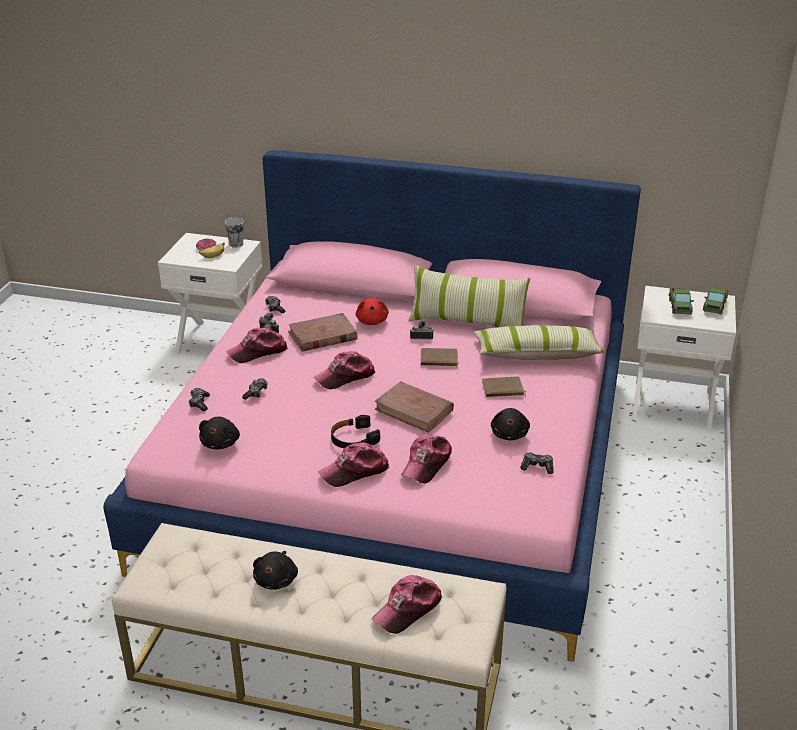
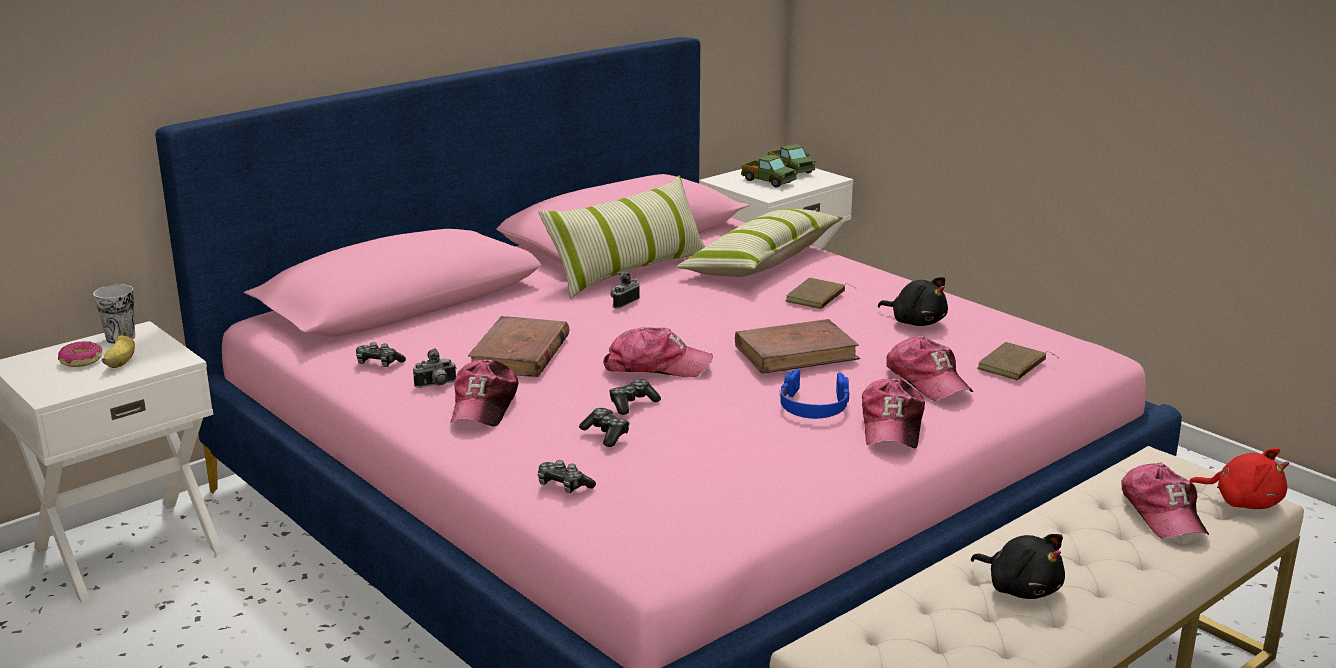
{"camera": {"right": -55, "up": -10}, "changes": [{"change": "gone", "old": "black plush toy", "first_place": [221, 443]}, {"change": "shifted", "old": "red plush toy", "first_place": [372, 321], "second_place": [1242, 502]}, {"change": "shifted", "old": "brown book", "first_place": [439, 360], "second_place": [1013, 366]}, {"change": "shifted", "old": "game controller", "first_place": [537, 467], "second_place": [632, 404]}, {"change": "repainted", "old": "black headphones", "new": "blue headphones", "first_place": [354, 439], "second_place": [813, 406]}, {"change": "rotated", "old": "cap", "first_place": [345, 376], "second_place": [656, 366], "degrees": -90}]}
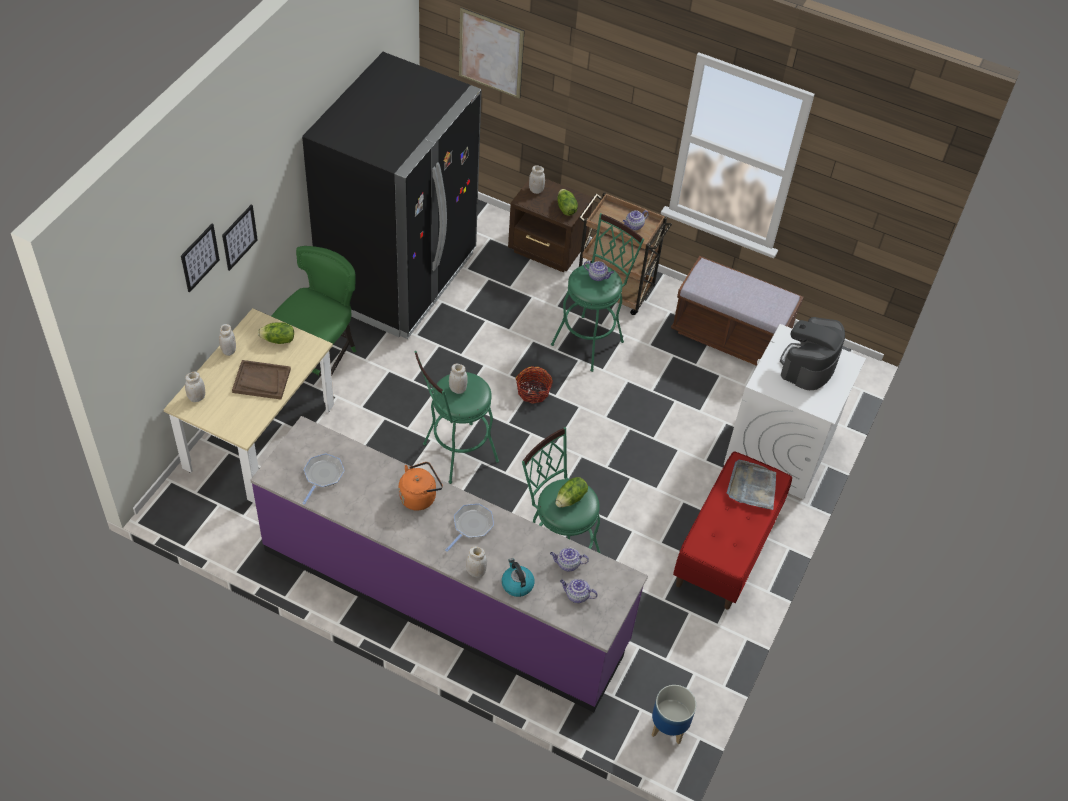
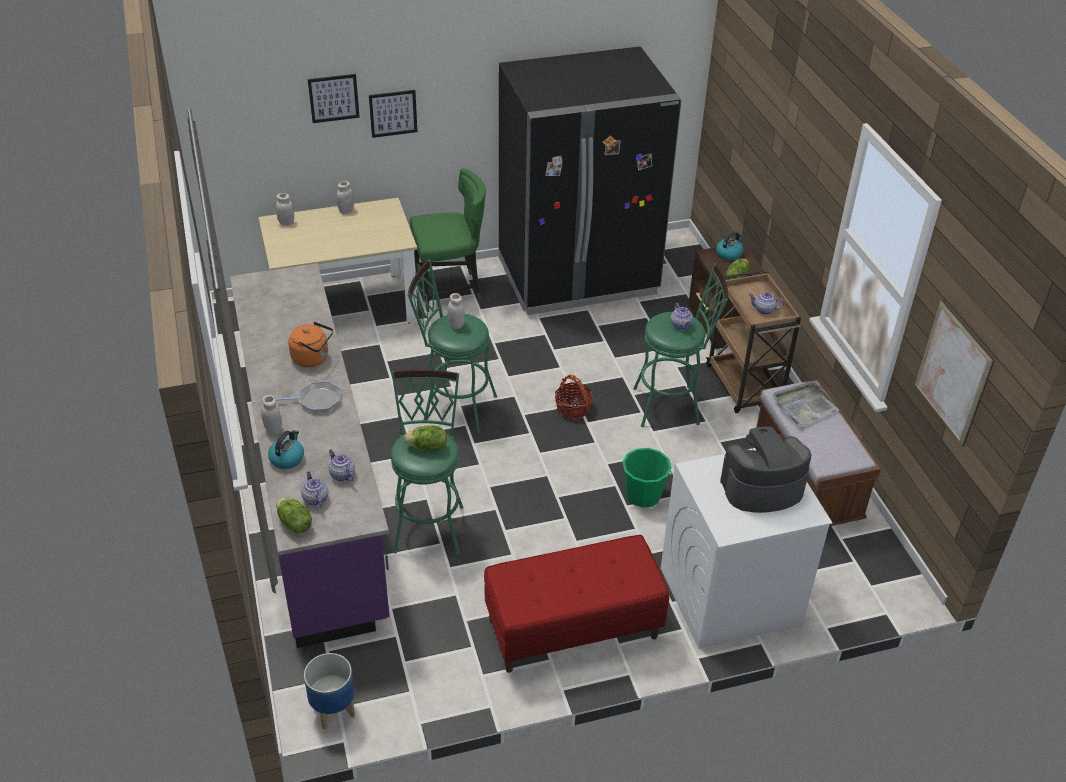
{"camera": {"right": 50, "up": -10}, "changes": [{"change": "gone", "old": "brown tray", "first_place": [261, 381]}, {"change": "gone", "old": "frying pan", "first_place": [323, 475]}, {"change": "new", "new": "green bucket", "second_place": [643, 495]}, {"change": "shifted", "old": "lettuce", "first_place": [278, 340], "second_place": [294, 524]}, {"change": "shifted", "old": "picture", "first_place": [491, 53], "second_place": [953, 373]}, {"change": "shifted", "old": "grey tray", "first_place": [752, 487], "second_place": [804, 406]}, {"change": "swapped", "old": "white jar", "new": "kettle", "first_place": [536, 190], "second_place": [729, 254]}]}
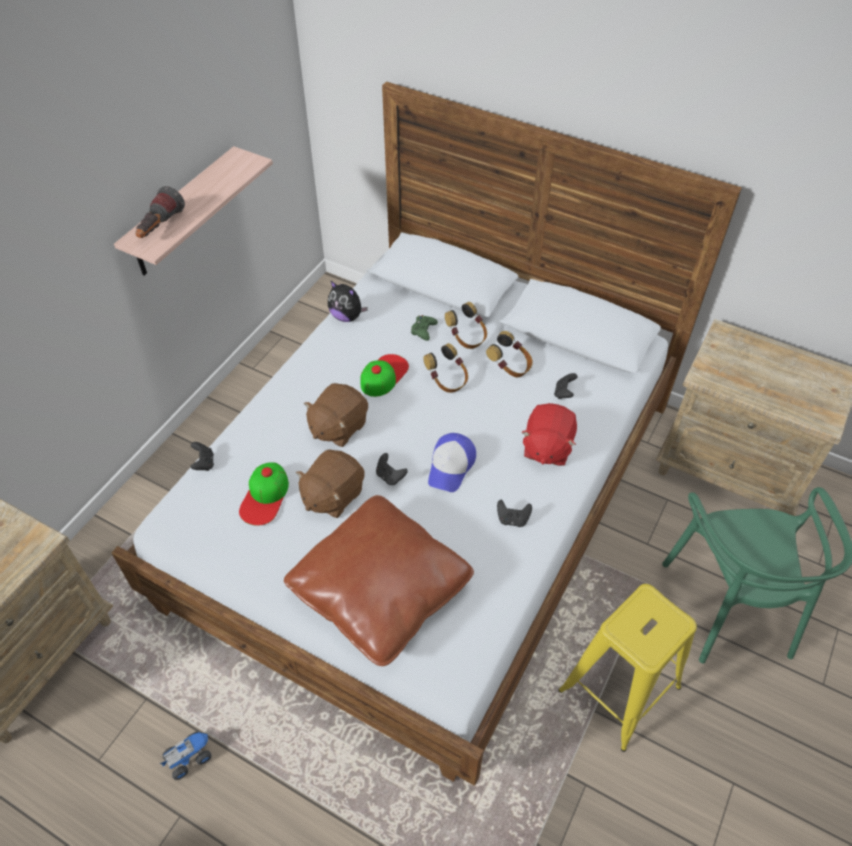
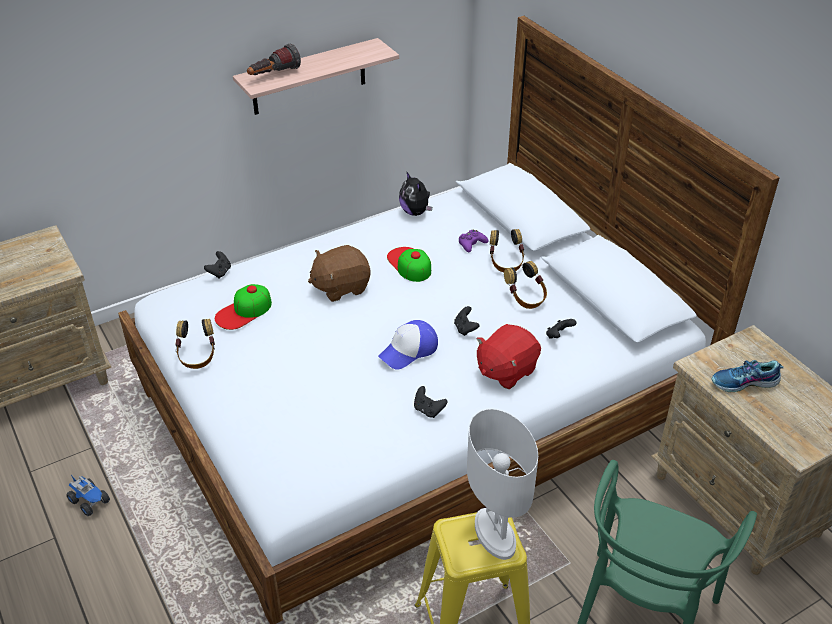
{"camera": {"right": 30, "up": -10}, "changes": [{"change": "gone", "old": "brown pillow", "first_place": [380, 589]}, {"change": "gone", "old": "brown plush toy", "first_place": [332, 495]}, {"change": "new", "new": "white table lamp", "second_place": [495, 534]}, {"change": "new", "new": "shoe", "second_place": [744, 383]}, {"change": "shifted", "old": "black game controller", "first_place": [390, 476], "second_place": [465, 329]}, {"change": "shifted", "old": "headphones", "first_place": [447, 380], "second_place": [197, 356]}, {"change": "repainted", "old": "green game controller", "new": "purple game controller", "first_place": [423, 330], "second_place": [471, 244]}, {"change": "rotated", "old": "toy truck", "first_place": [189, 757], "second_place": [90, 501], "degrees": 45}, {"change": "rotated", "old": "cap", "first_place": [383, 375], "second_place": [409, 264], "degrees": -90}]}
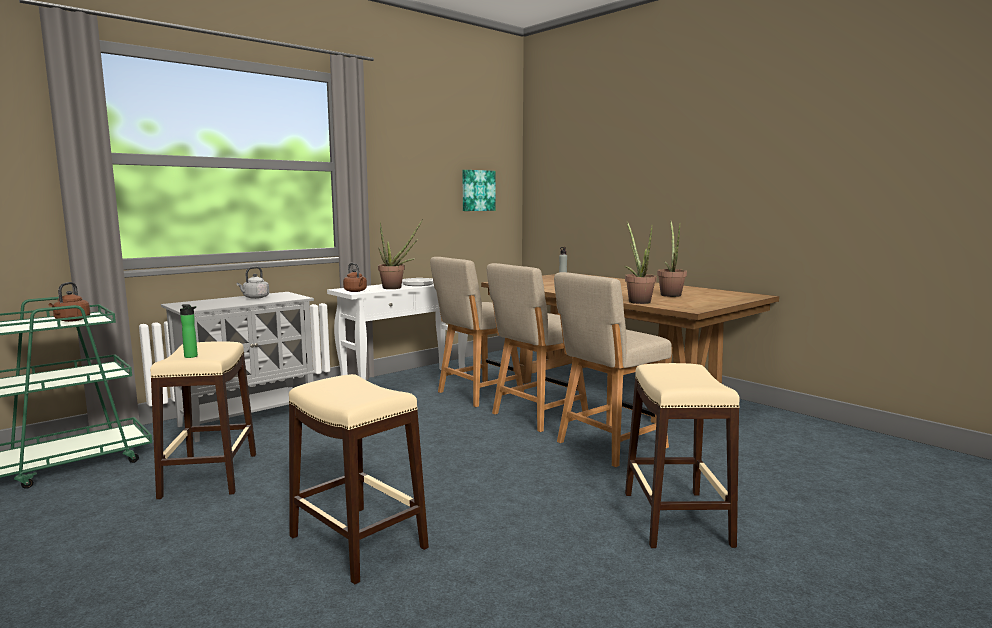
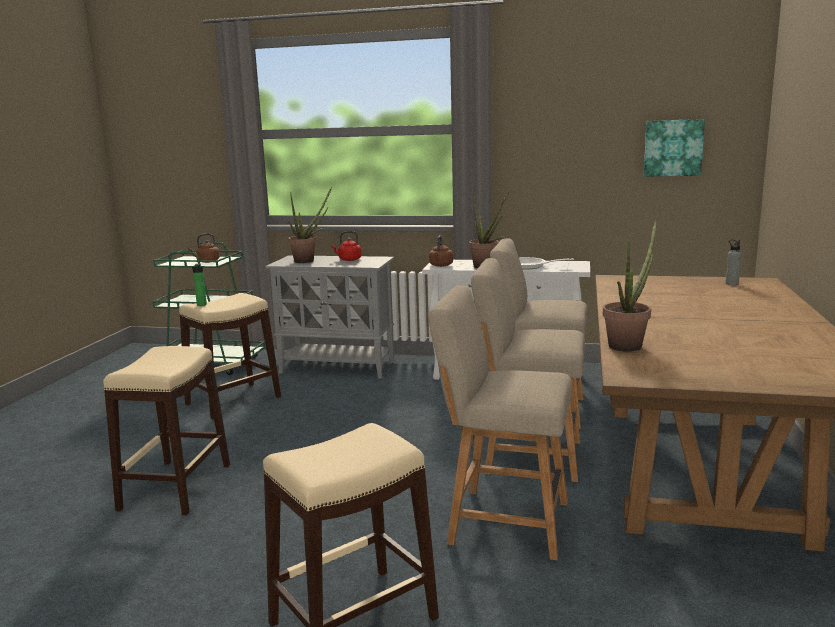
{"camera": {"right": 55, "up": 5}, "changes": [{"change": "shifted", "old": "potted plant", "first_place": [670, 294], "second_place": [308, 260]}, {"change": "repainted", "old": "grey kettle", "new": "red kettle", "first_place": [255, 297], "second_place": [348, 260]}]}
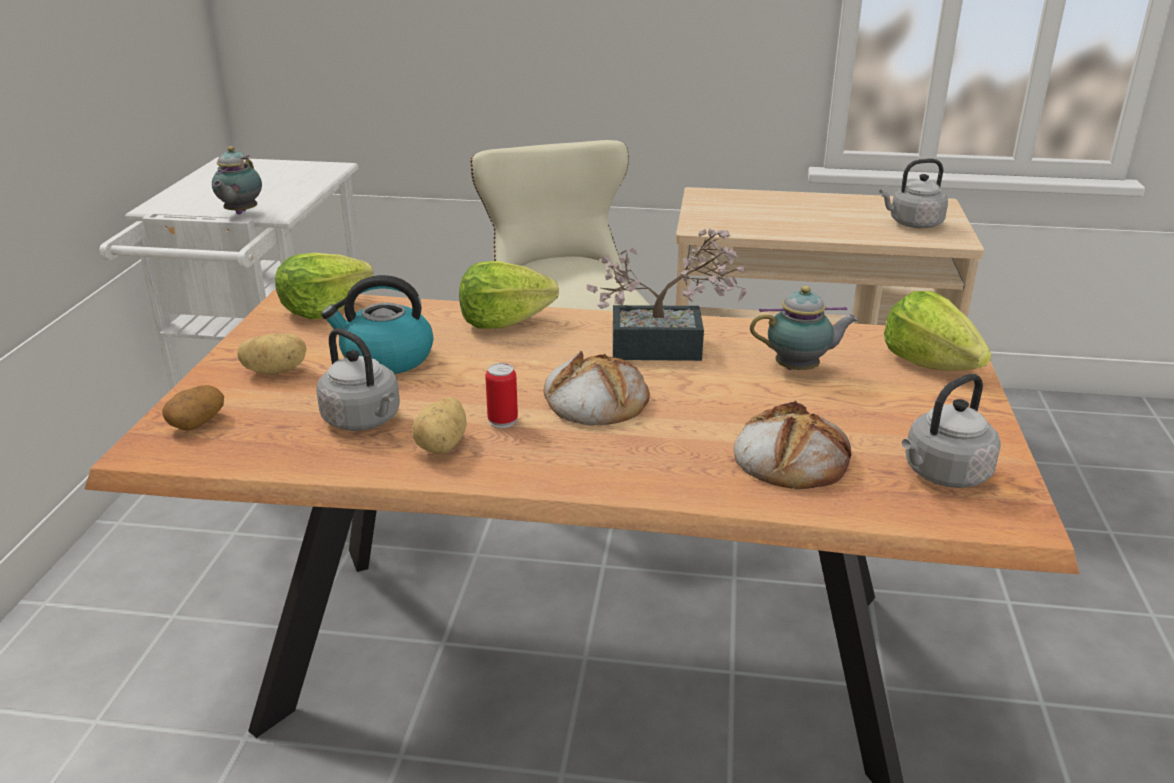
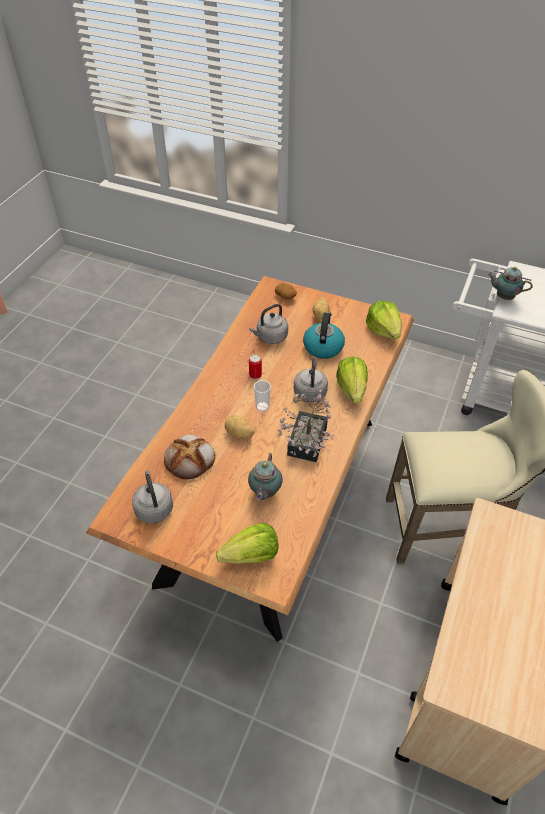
{"camera": {"right": 105, "up": 20}, "changes": [{"change": "shifted", "old": "potato", "first_place": [443, 445], "second_place": [239, 434]}, {"change": "shifted", "old": "grey kettle", "first_place": [913, 224], "second_place": [310, 391]}, {"change": "swapped", "old": "bread", "new": "cup", "first_place": [594, 399], "second_place": [262, 407]}]}
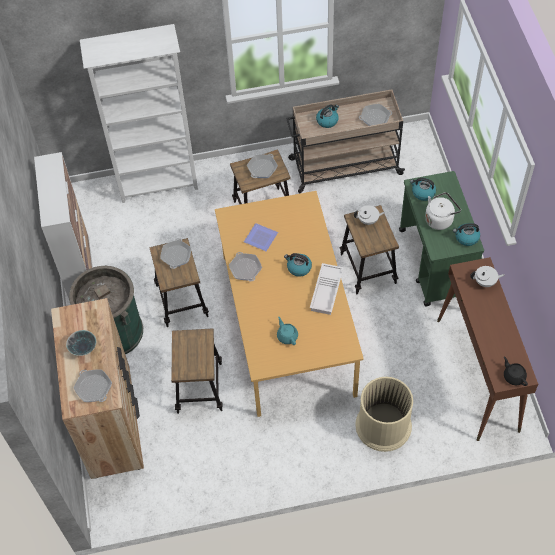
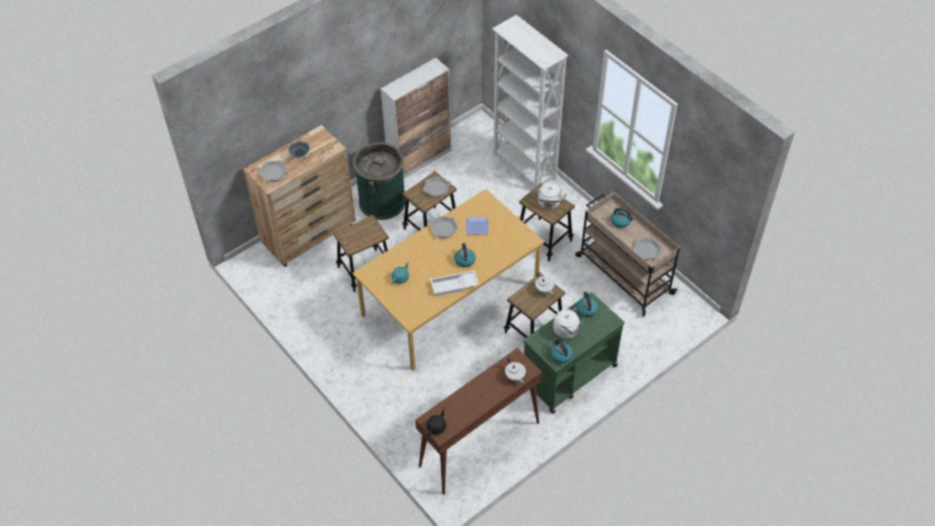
{"camera": {"right": 60, "up": -5}, "changes": [{"change": "gone", "old": "beige trash can", "first_place": [383, 425]}, {"change": "swapped", "old": "frying pan", "new": "white kettle", "first_place": [262, 168], "second_place": [549, 204]}]}
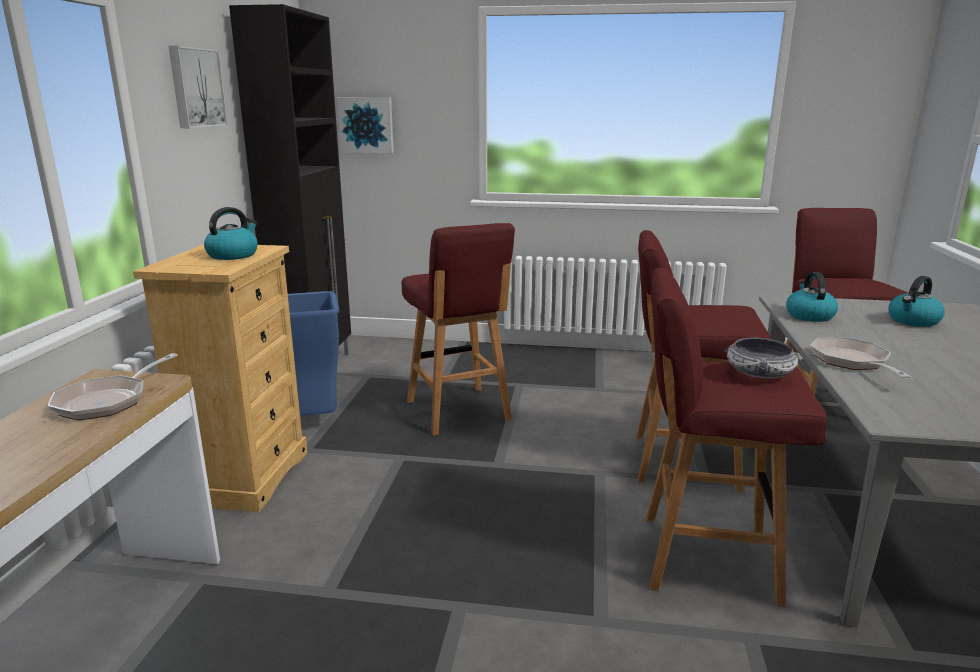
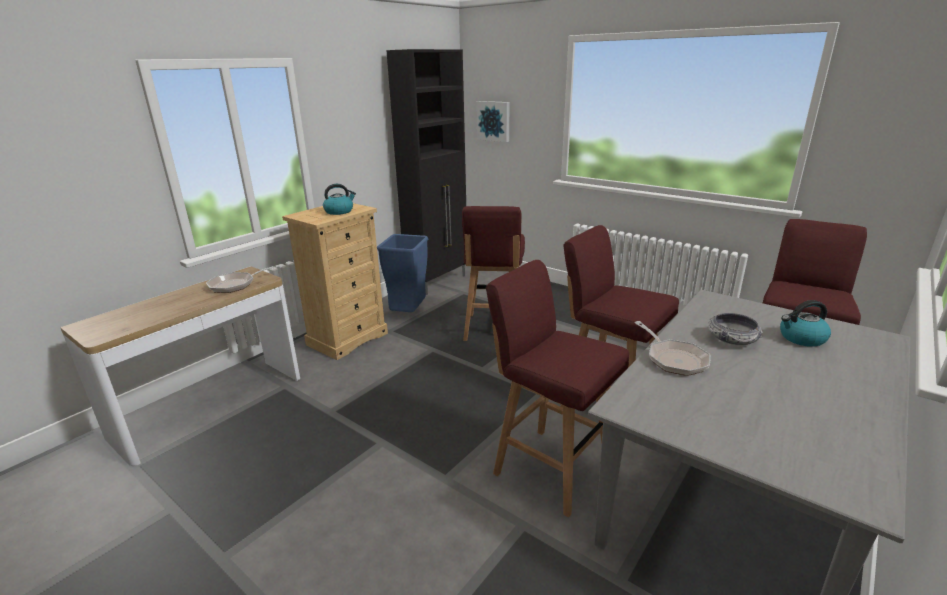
{"camera": {"right": 30, "up": 5}, "changes": [{"change": "gone", "old": "picture", "first_place": [195, 88]}, {"change": "gone", "old": "kettle", "first_place": [809, 315]}, {"change": "shifted", "old": "bowl", "first_place": [759, 373], "second_place": [732, 339]}, {"change": "rotated", "old": "frying pan", "first_place": [852, 362], "second_place": [673, 359], "degrees": 135}]}
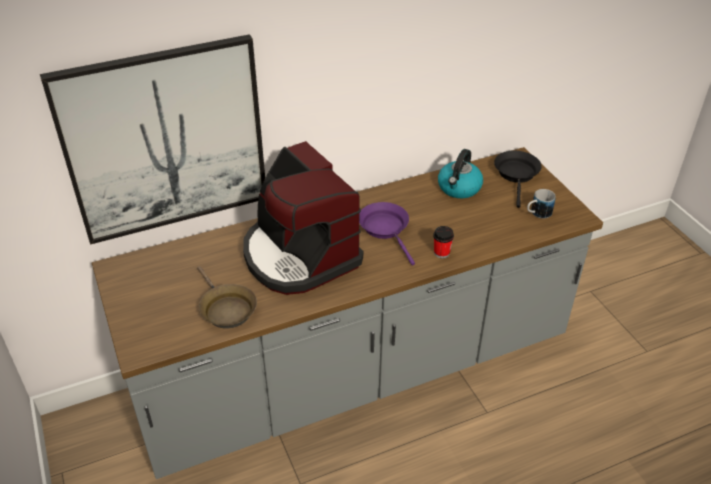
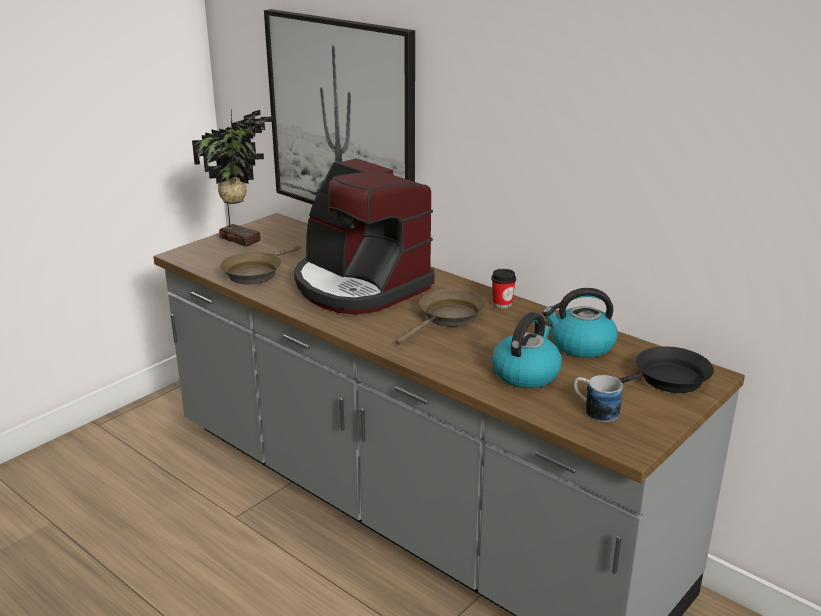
{"camera": {"right": 65, "up": -15}, "changes": [{"change": "new", "new": "potted plant", "second_place": [241, 238]}, {"change": "new", "new": "kettle", "second_place": [526, 373]}, {"change": "shifted", "old": "cup", "first_place": [441, 253], "second_place": [502, 304]}, {"change": "repainted", "old": "purple frying pan", "new": "brown frying pan", "first_place": [386, 229], "second_place": [448, 318]}, {"change": "rotated", "old": "coffee machine", "first_place": [299, 255], "second_place": [360, 285], "degrees": -75}]}
